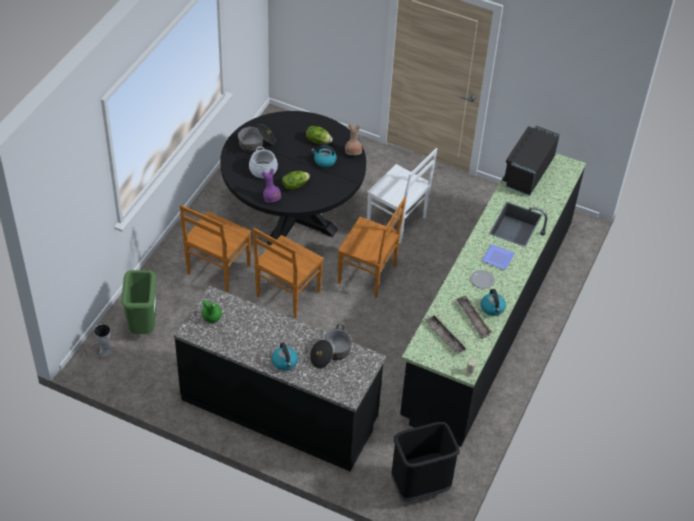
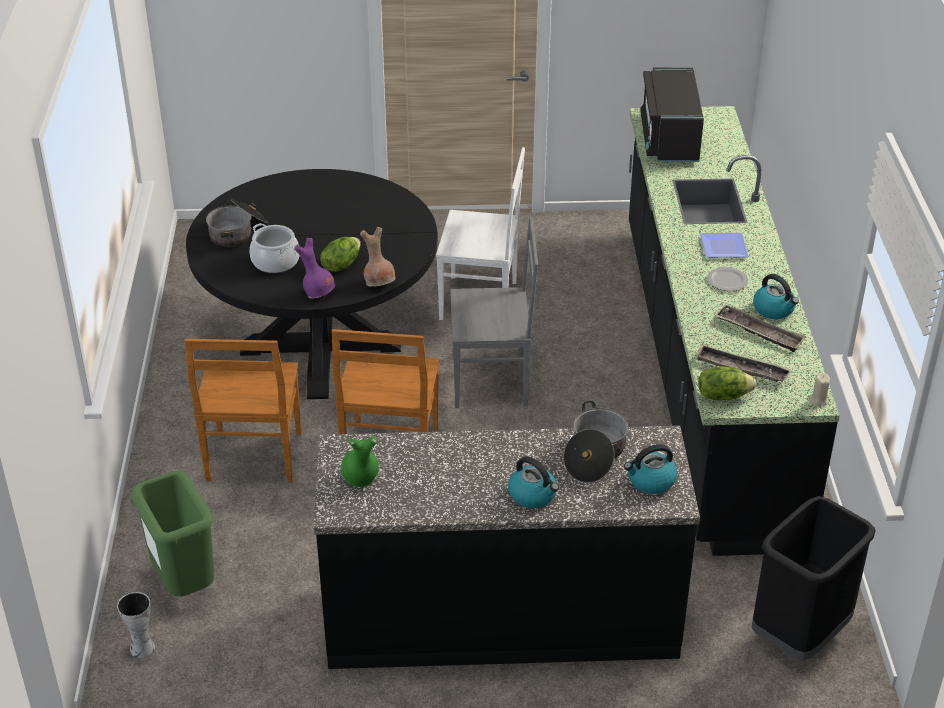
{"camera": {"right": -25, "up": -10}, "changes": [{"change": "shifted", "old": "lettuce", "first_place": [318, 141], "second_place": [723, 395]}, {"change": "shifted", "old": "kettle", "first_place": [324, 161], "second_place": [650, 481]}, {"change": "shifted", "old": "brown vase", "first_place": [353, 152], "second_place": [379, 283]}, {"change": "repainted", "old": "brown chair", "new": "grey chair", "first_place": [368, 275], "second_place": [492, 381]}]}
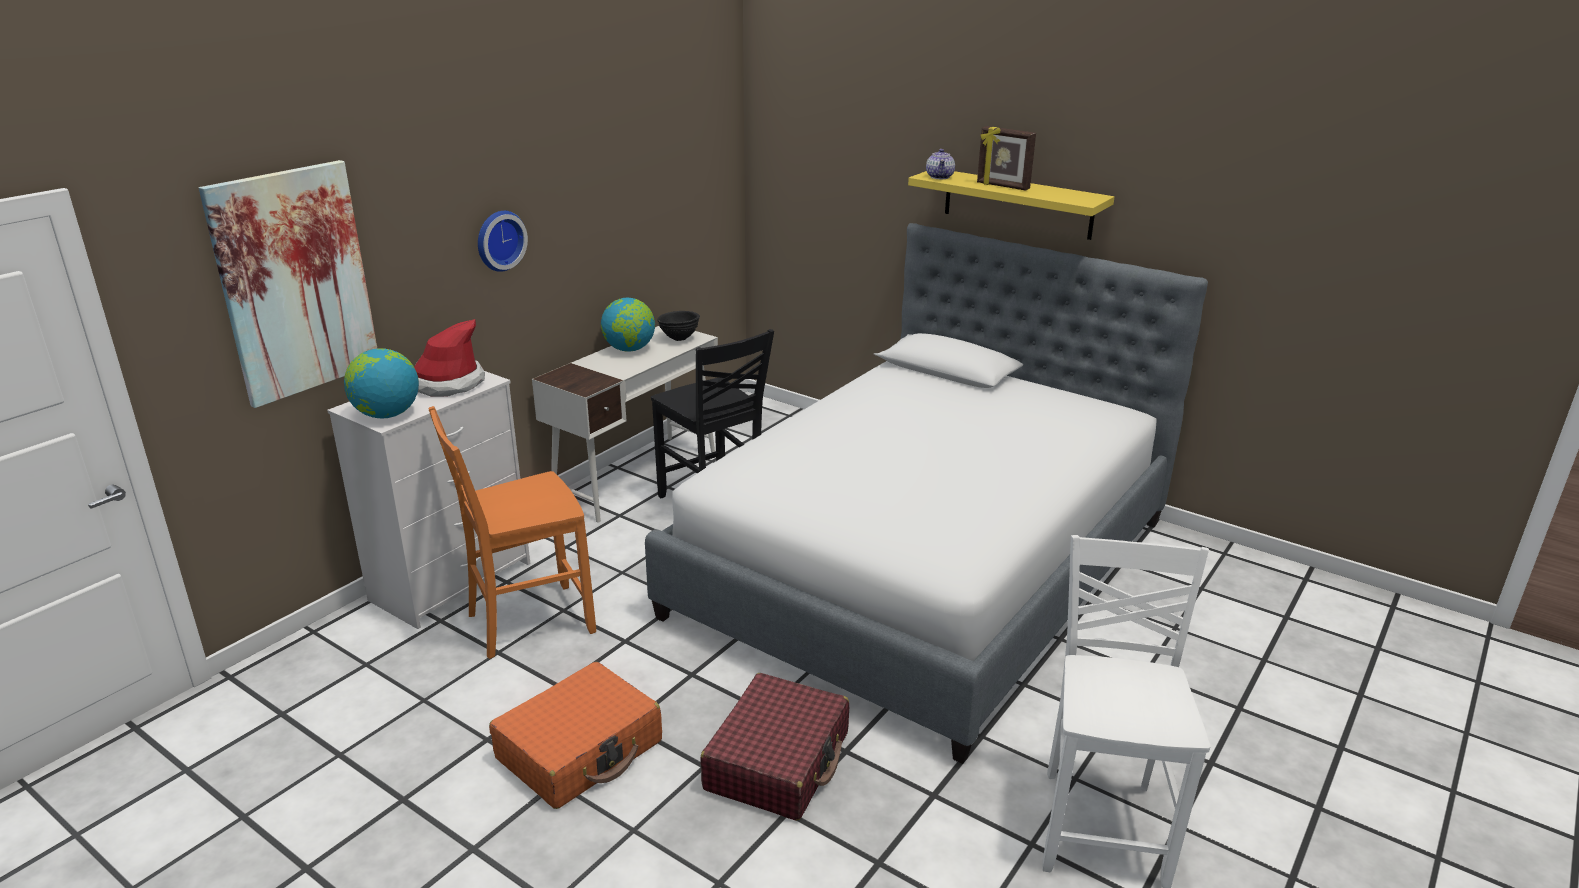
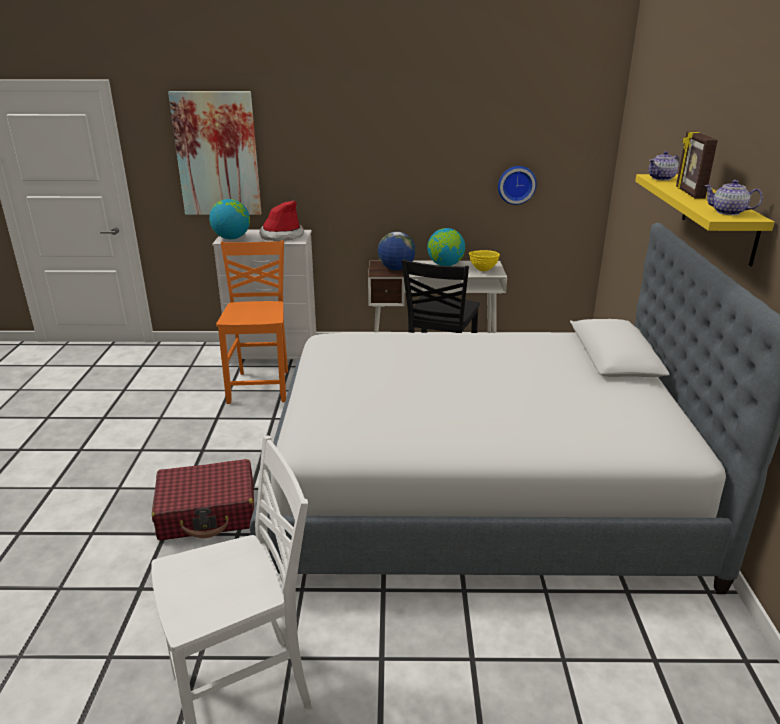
{"camera": {"right": 55, "up": 0}, "changes": [{"change": "gone", "old": "orange suitcase", "first_place": [580, 750]}, {"change": "new", "new": "globe", "second_place": [396, 269]}, {"change": "new", "new": "teapot", "second_place": [728, 212]}, {"change": "shifted", "old": "wall clock", "first_place": [498, 240], "second_place": [516, 184]}, {"change": "repainted", "old": "black bowl", "new": "yellow bowl", "first_place": [679, 339], "second_place": [483, 270]}, {"change": "rotated", "old": "orange chair", "first_place": [527, 622], "second_place": [261, 386], "degrees": 60}]}
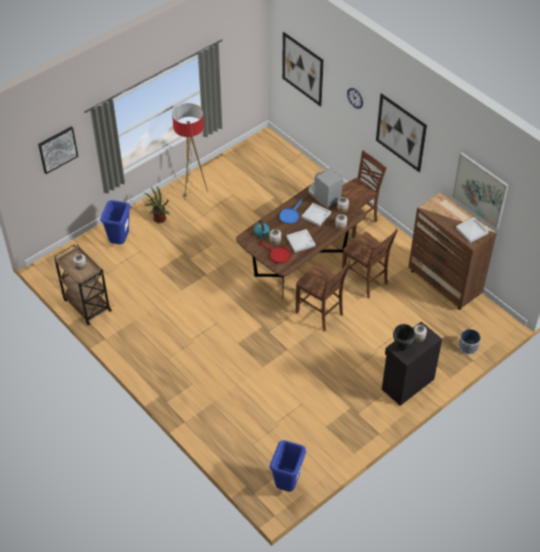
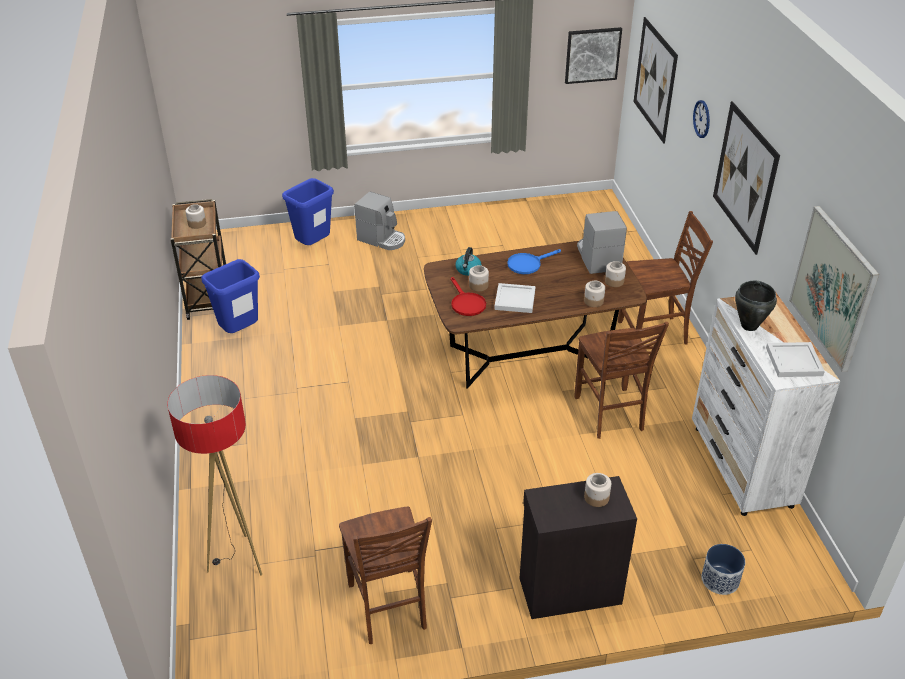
{"camera": {"right": 30, "up": -10}, "changes": [{"change": "gone", "old": "white tray", "first_place": [316, 215]}, {"change": "shifted", "old": "picture", "first_place": [57, 149], "second_place": [592, 55]}, {"change": "shifted", "old": "floor lamp", "first_place": [193, 191], "second_place": [237, 560]}, {"change": "shifted", "old": "blue trash can", "first_place": [287, 484], "second_place": [239, 332]}, {"change": "shifted", "old": "brown chair", "first_place": [320, 314], "second_place": [388, 607]}, {"change": "shifted", "old": "black cooking pot", "first_place": [402, 347], "second_place": [748, 326]}, {"change": "swapped", "old": "potted plant", "new": "coffee machine", "first_place": [158, 219], "second_place": [382, 239]}, {"change": "repainted", "old": "brown dresser", "new": "white dresser", "first_place": [444, 283], "second_place": [742, 467]}]}
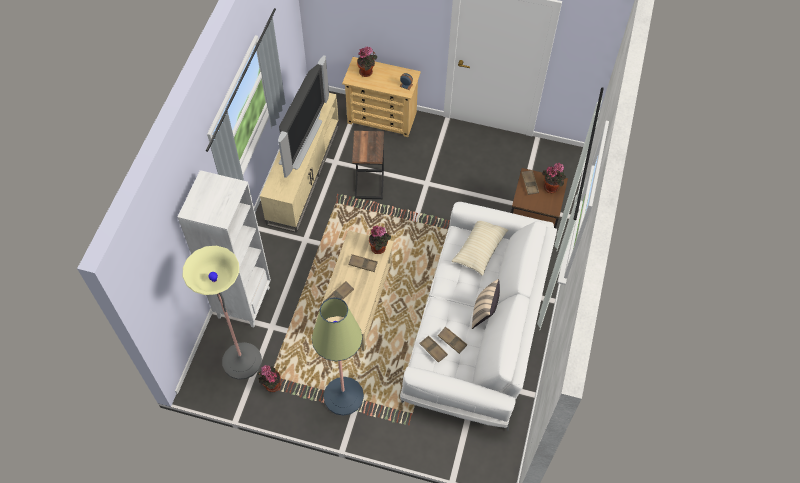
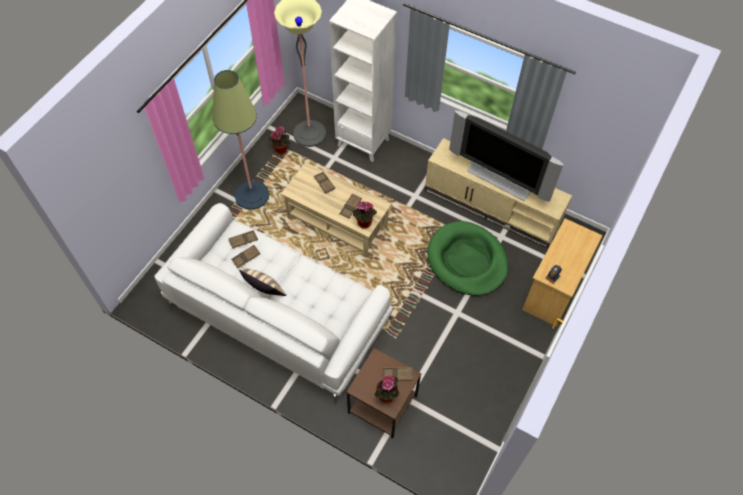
{"camera": {"right": 105, "up": 0}, "changes": [{"change": "gone", "old": "potted plant", "first_place": [367, 72]}, {"change": "gone", "old": "beige pillow", "first_place": [479, 249]}, {"change": "swapped", "old": "side table", "new": "green dog bed", "first_place": [370, 184], "second_place": [467, 260]}]}
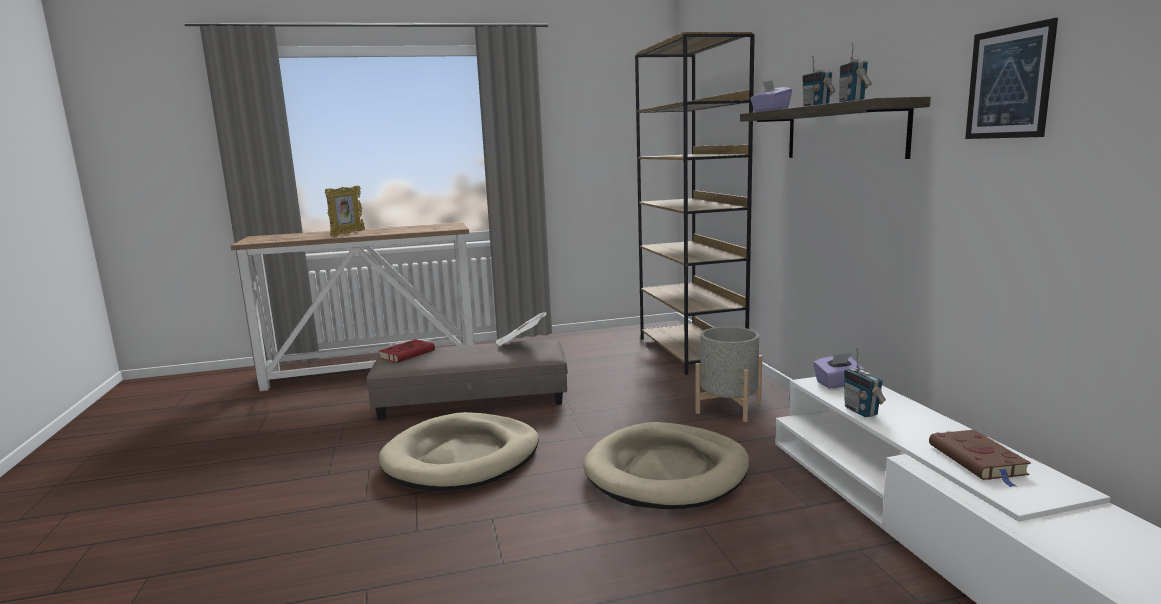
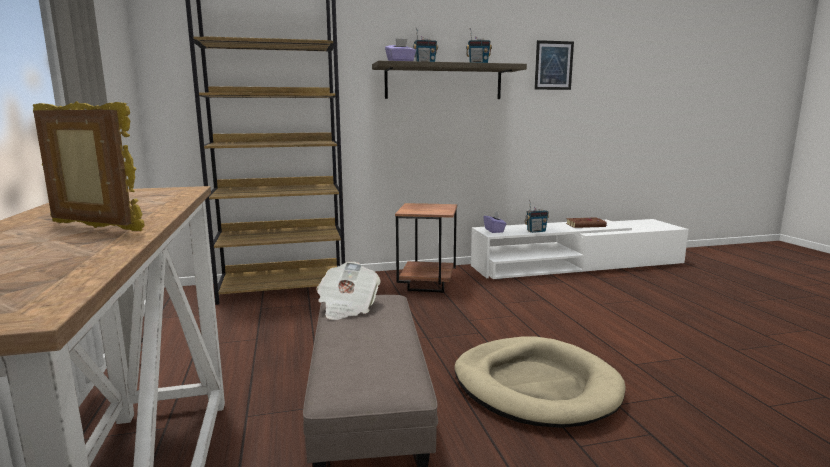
{"camera": {"right": -90, "up": 0}, "changes": [{"change": "gone", "old": "red book", "first_place": [408, 354]}, {"change": "gone", "old": "beige dog bed", "first_place": [667, 472]}, {"change": "swapped", "old": "grey planter", "new": "brown side table", "first_place": [728, 408], "second_place": [426, 286]}]}
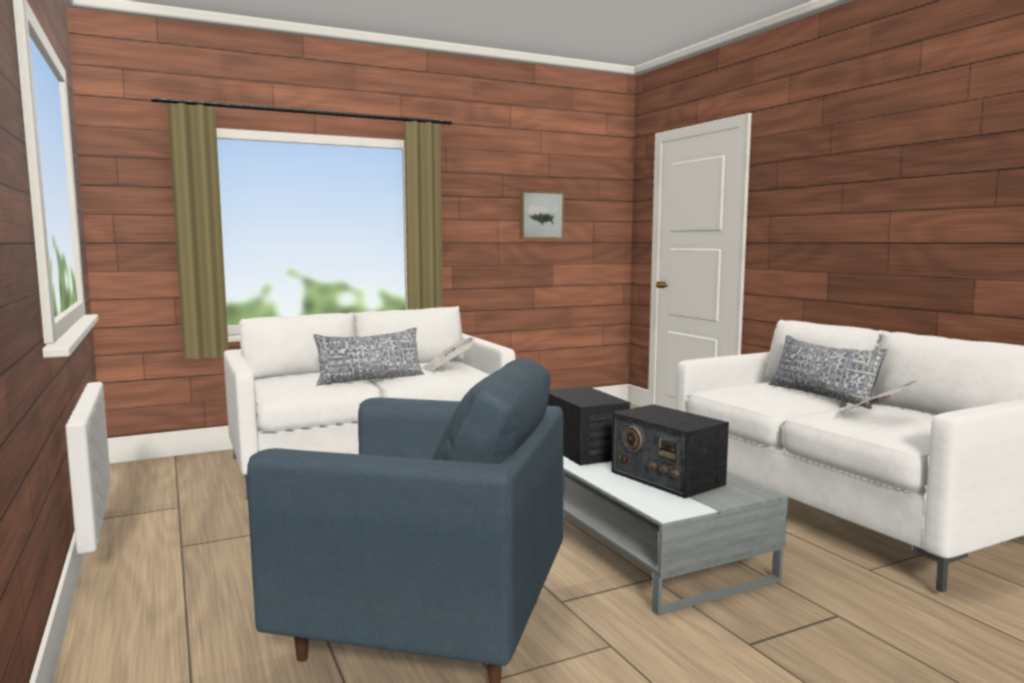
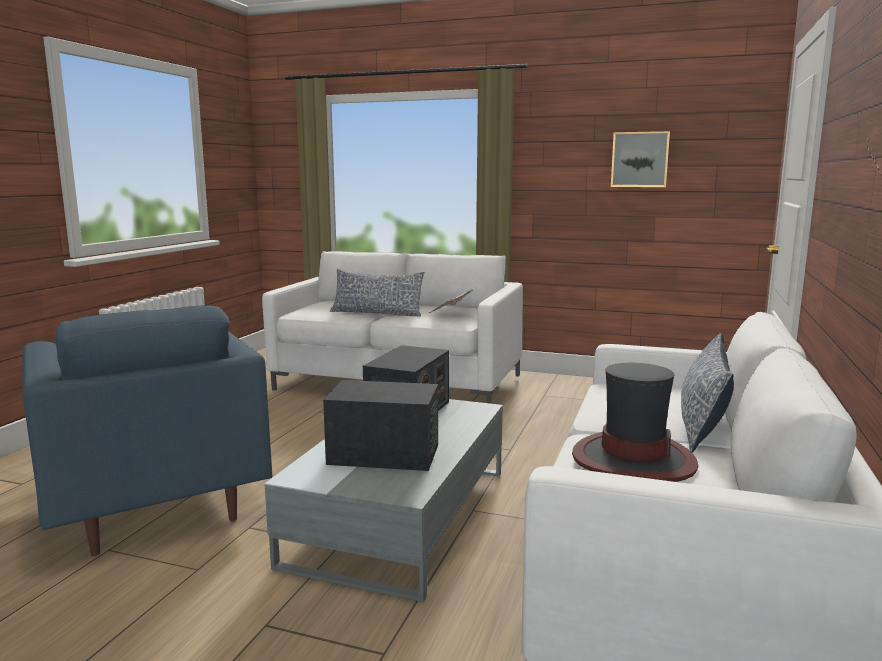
{"camera": {"right": 45, "up": 5}, "changes": [{"change": "swapped", "old": "newspaper", "new": "hat", "first_place": [872, 417], "second_place": [632, 459]}, {"change": "rotated", "old": "radio", "first_place": [666, 478], "second_place": [384, 454], "degrees": 90}]}
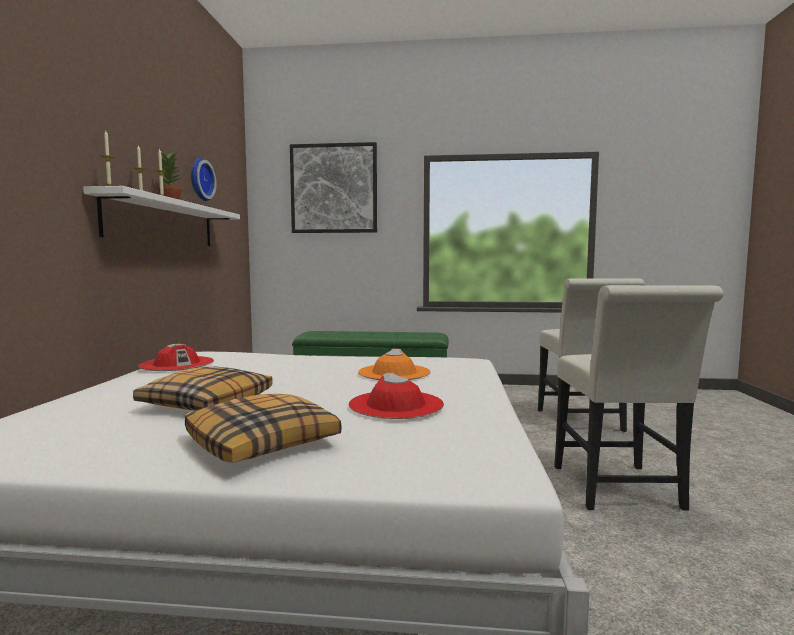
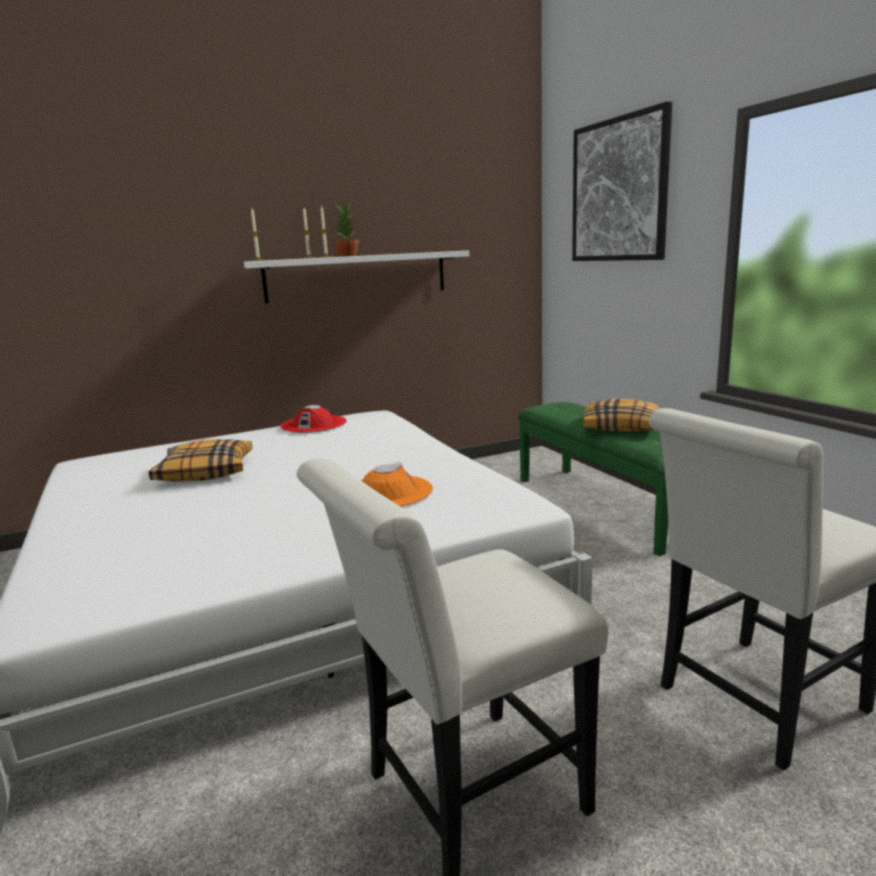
{"camera": {"right": 60, "up": 10}, "changes": [{"change": "gone", "old": "wall clock", "first_place": [200, 179]}, {"change": "gone", "old": "red hat", "first_place": [396, 405]}, {"change": "shifted", "old": "pillow", "first_place": [263, 442], "second_place": [621, 426]}]}
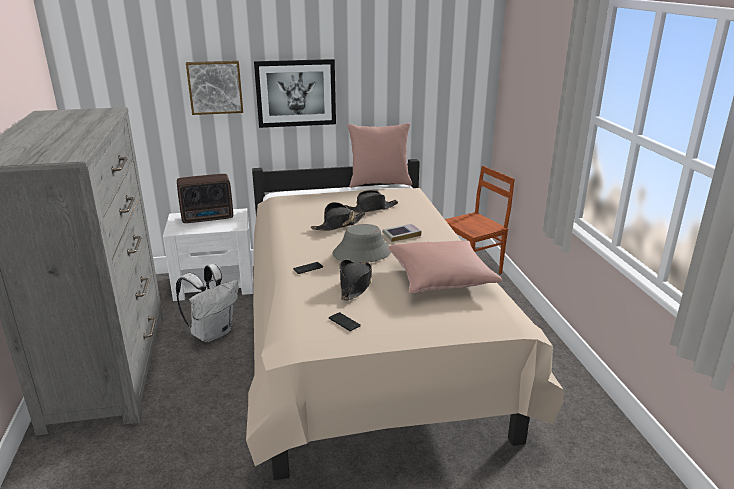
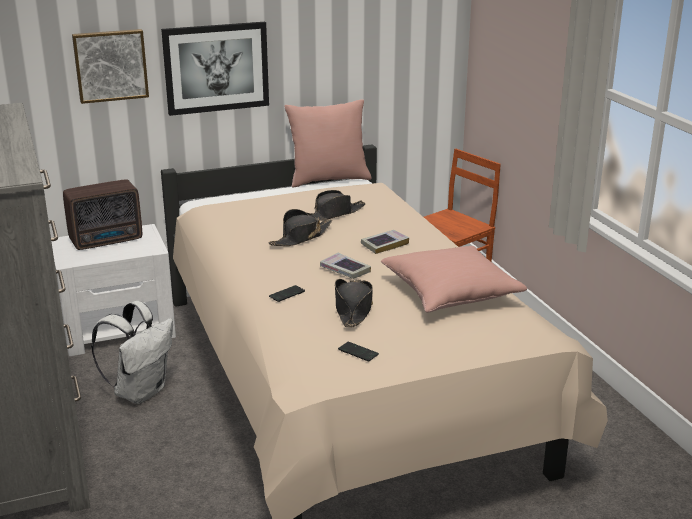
{"camera": {"right": -10, "up": 0}, "changes": [{"change": "swapped", "old": "grey hat", "new": "book", "first_place": [362, 253], "second_place": [345, 270]}]}
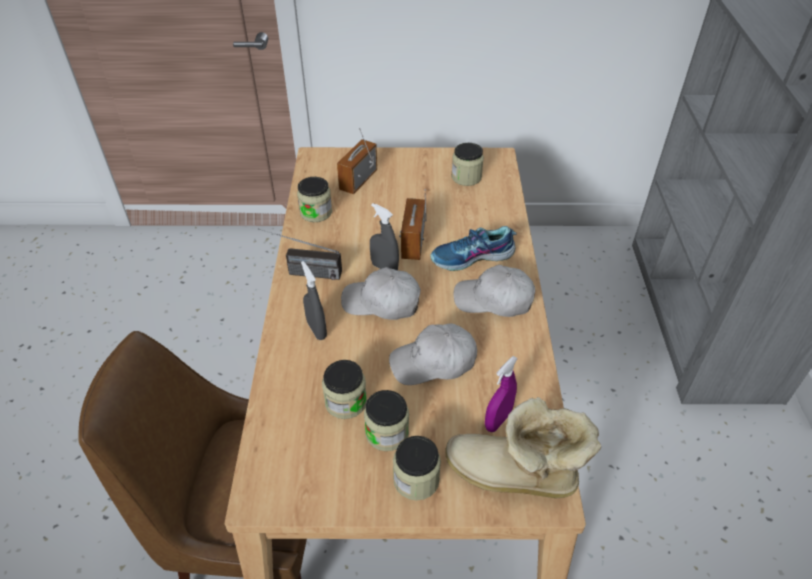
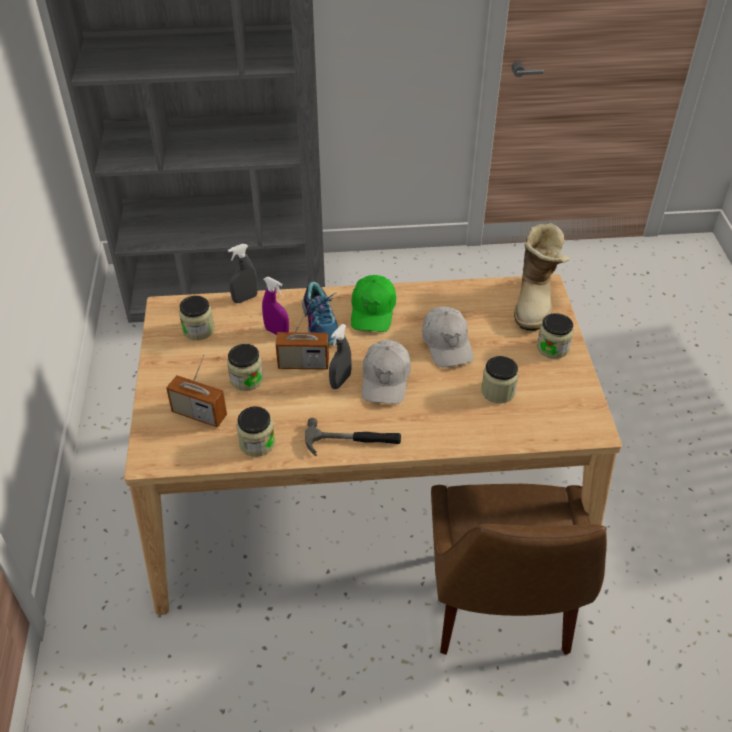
{"camera": {"right": -95, "up": 0}, "changes": [{"change": "shifted", "old": "grey spray bottle", "first_place": [316, 330], "second_place": [245, 298]}, {"change": "shifted", "old": "jar", "first_place": [387, 433], "second_place": [246, 379]}, {"change": "shifted", "old": "purple spray bottle", "first_place": [498, 420], "second_place": [277, 332]}, {"change": "swapped", "old": "radio", "new": "hammer", "first_place": [301, 272], "second_place": [352, 441]}, {"change": "repainted", "old": "white cap", "new": "green cap", "first_place": [494, 300], "second_place": [373, 311]}]}
